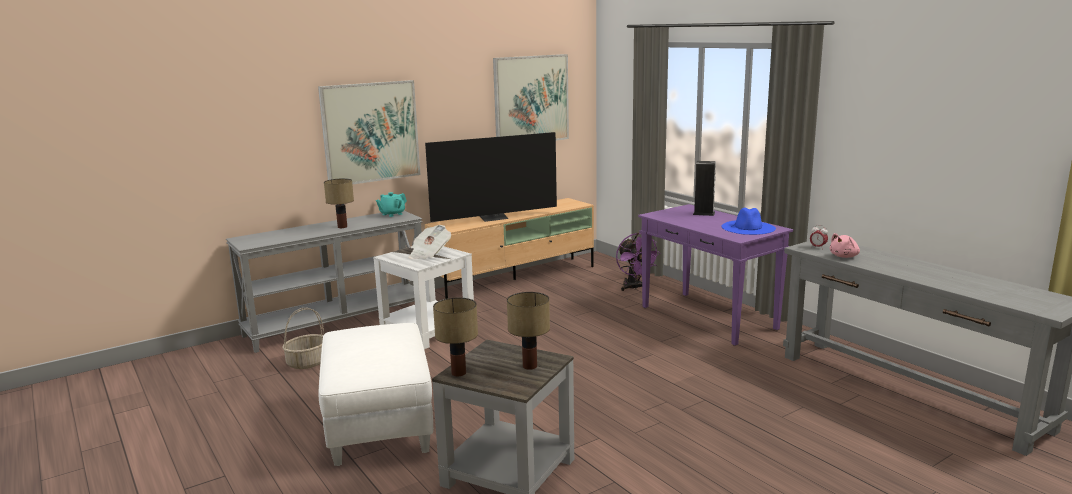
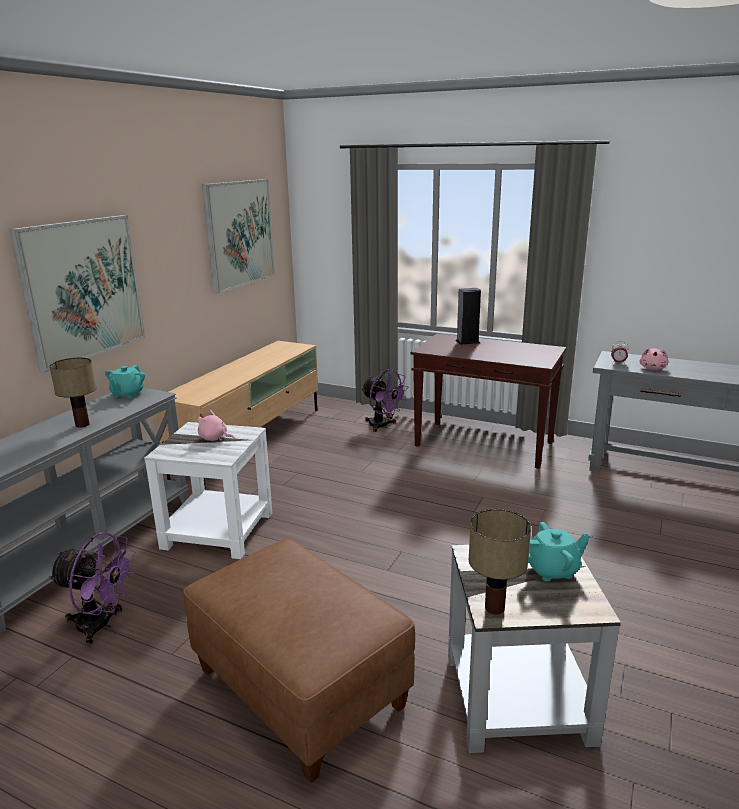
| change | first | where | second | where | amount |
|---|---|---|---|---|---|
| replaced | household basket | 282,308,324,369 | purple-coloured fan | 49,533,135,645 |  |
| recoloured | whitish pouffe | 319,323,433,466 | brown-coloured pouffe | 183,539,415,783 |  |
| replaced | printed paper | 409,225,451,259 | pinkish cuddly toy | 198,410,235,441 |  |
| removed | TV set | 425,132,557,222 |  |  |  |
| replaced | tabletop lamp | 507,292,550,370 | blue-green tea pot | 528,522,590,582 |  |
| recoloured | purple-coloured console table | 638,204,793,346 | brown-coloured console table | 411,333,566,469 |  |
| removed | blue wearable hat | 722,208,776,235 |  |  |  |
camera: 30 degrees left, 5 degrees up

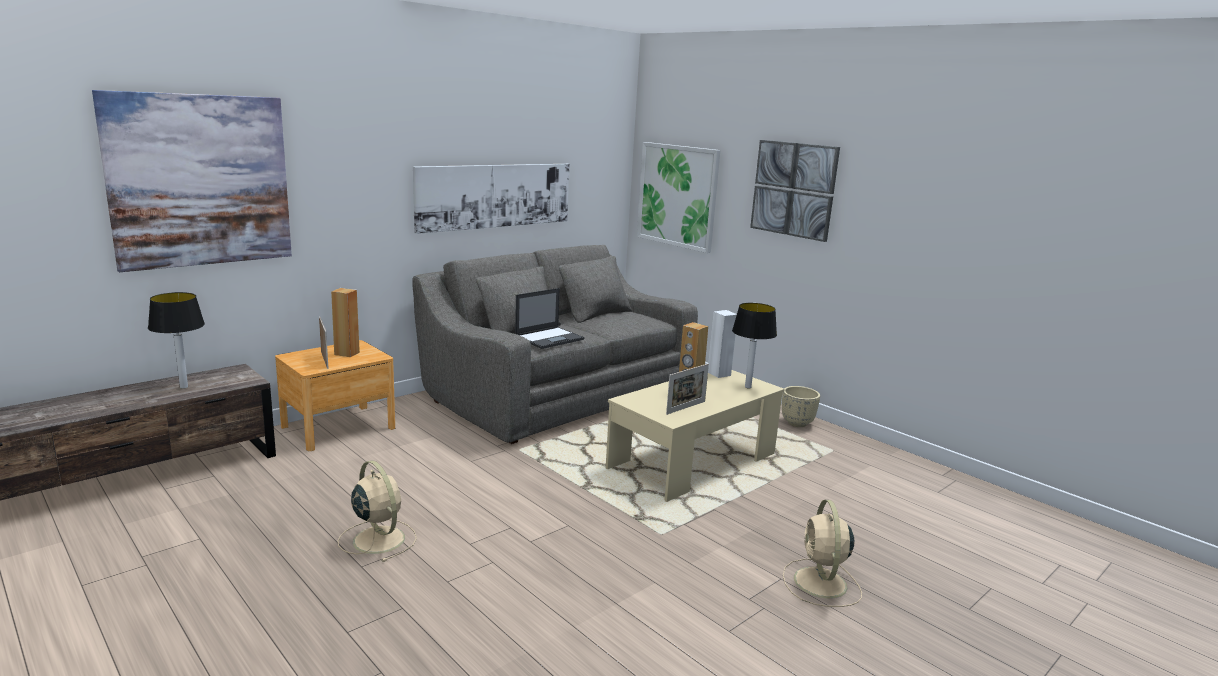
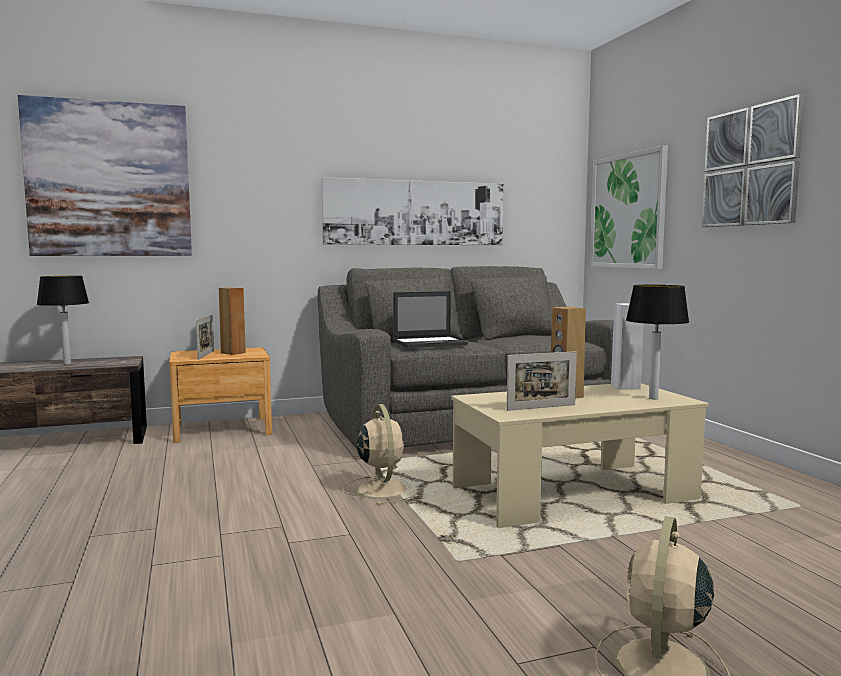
| change | first | where | second | where | amount |
|---|---|---|---|---|---|
| moved | sand-coloured fan | 338,460,417,562 |  | 342,404,418,505 |  |
| removed | sand-coloured plant pot | 782,386,820,427 |  |  |  |
camera: 25 degrees right, 10 degrees down

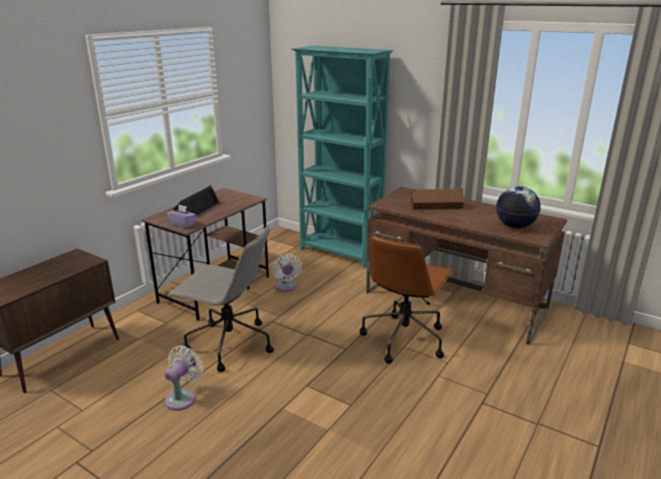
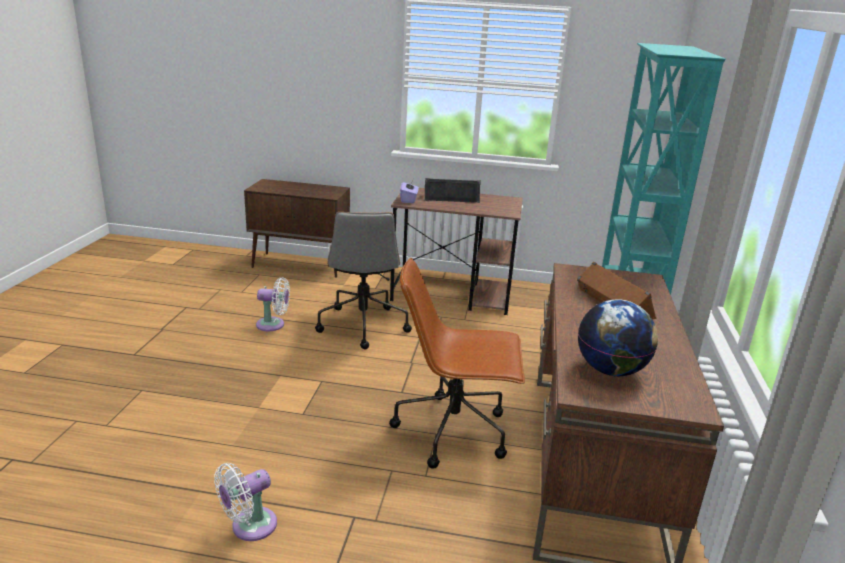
| change | first | where | second | where | amount |
|---|---|---|---|---|---|
| moved | whitish fan | 272,254,302,292 |  | 214,463,277,541 |  |
camera: 65 degrees right, 0 degrees up

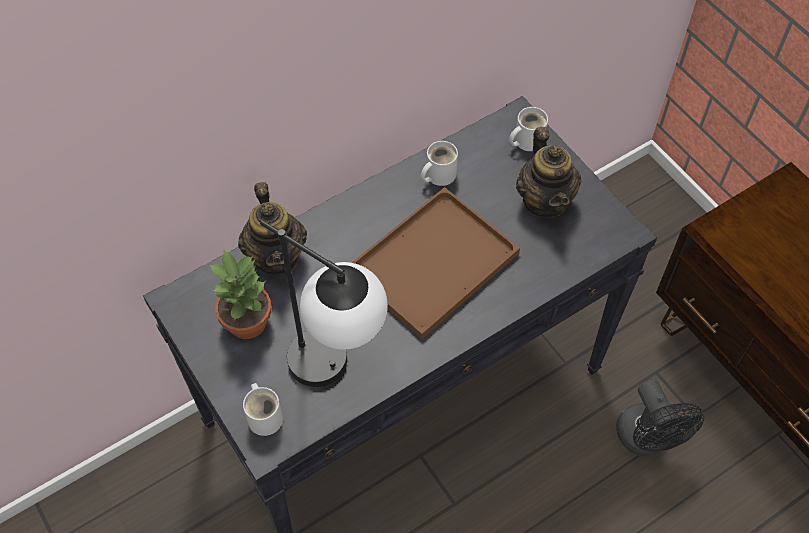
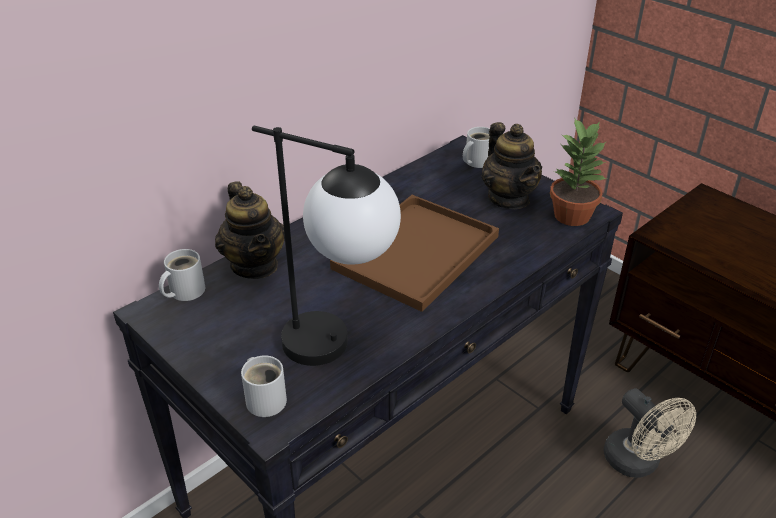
| change | first | where | second | where | amount |
|---|---|---|---|---|---|
| moved | houseplant | 209,250,271,339 |  | 550,117,607,226 |  |
| moved | whitish coffee mug | 421,141,458,186 |  | 159,249,205,301 |  |
| recoloured | black fan | 616,379,704,456 | sand-coloured fan | 603,388,696,477 |  |
camera: 10 degrees left, 20 degrees down

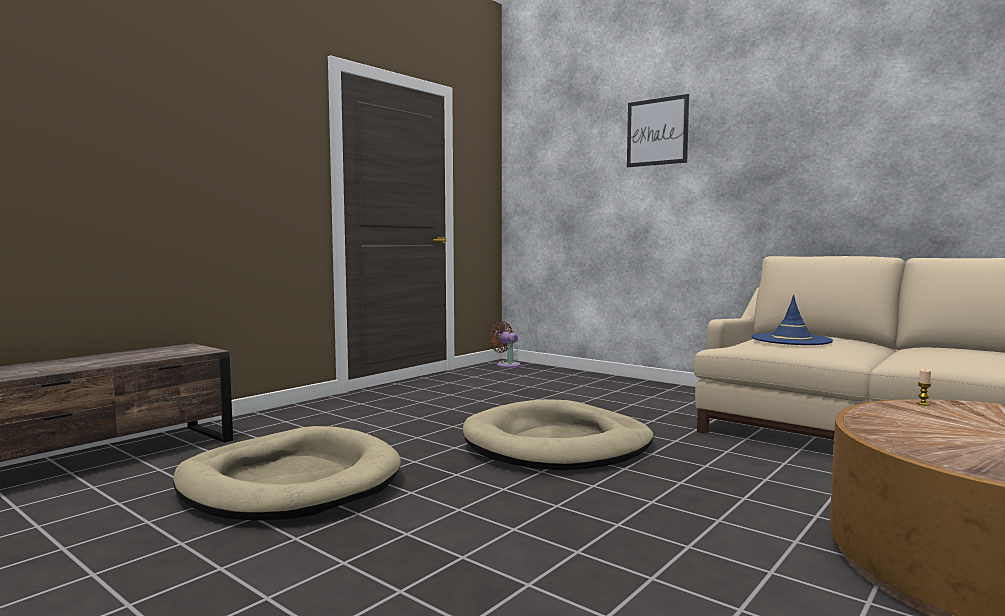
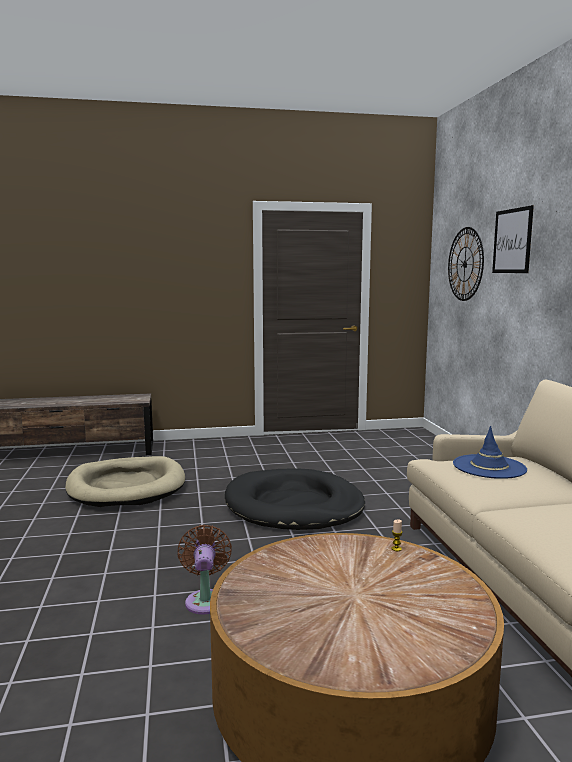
| change | first | where | second | where | amount |
|---|---|---|---|---|---|
| recoloured | sand-coloured pet bed | 463,399,654,470 | black pet bed | 225,468,365,530 |  |
| moved | brown-coloured fan | 489,321,521,368 |  | 178,525,232,615 |  |
| added |  |  | clock on the wall | 448,227,484,301 |  |
camera: 40 degrees right, 5 degrees up

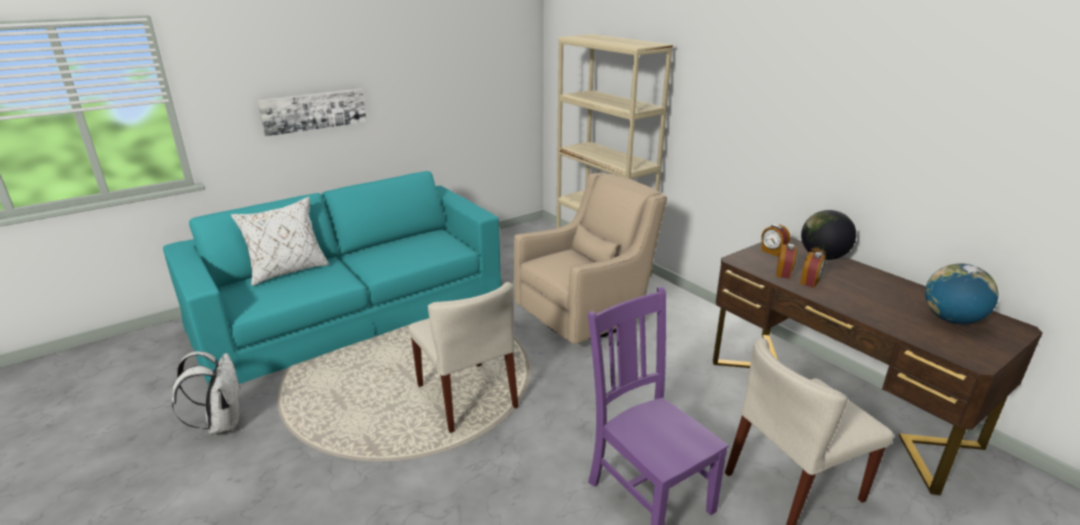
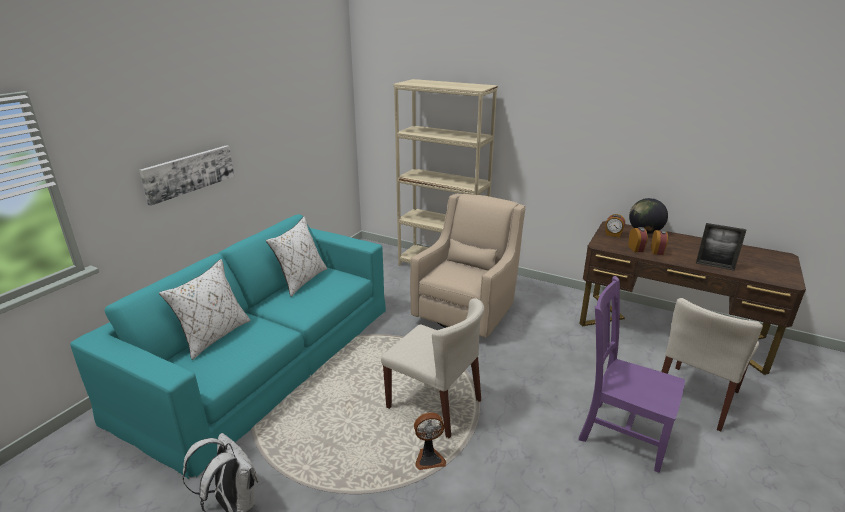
| change | first | where | second | where | amount |
|---|---|---|---|---|---|
| removed | globe | 925,264,999,324 |  |  |  |
| added |  |  | whitish cushion | 266,216,327,297 |  |
| added |  |  | fan | 414,412,446,470 |  |
| added |  |  | standing frame | 696,223,746,271 |  |
camera: 25 degrees left, 0 degrees up

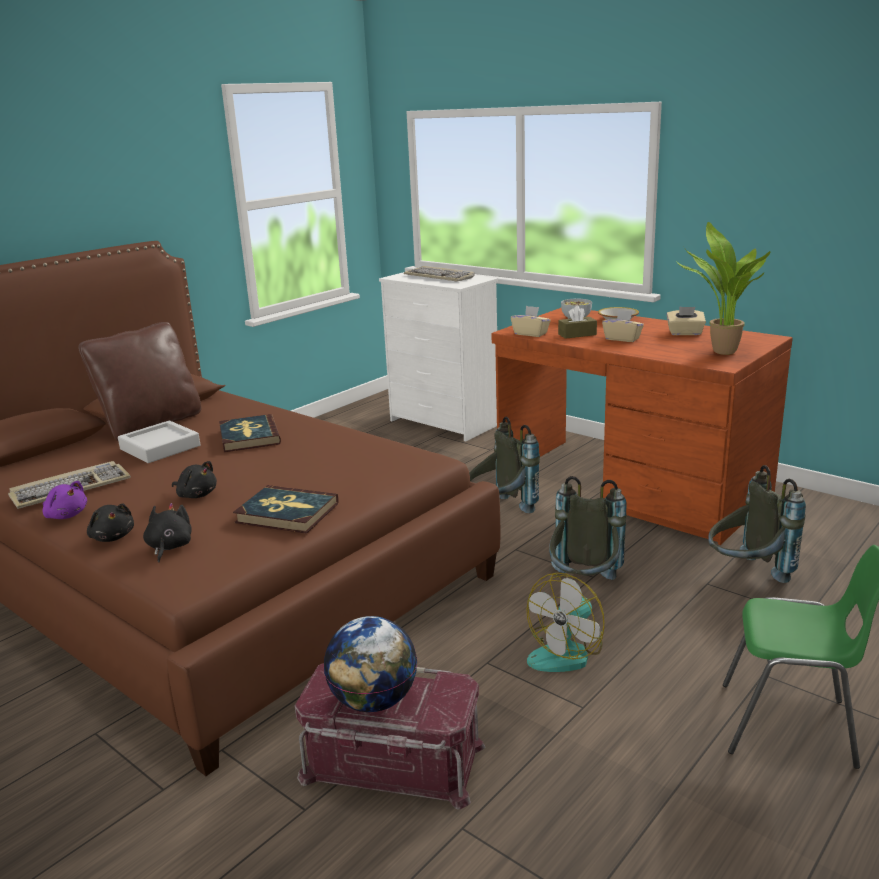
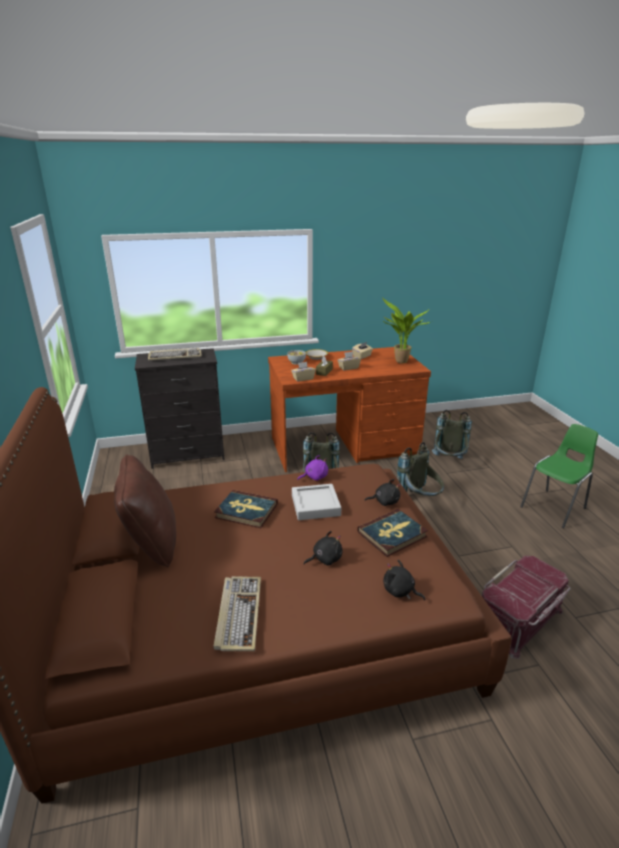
| change | first | where | second | where | amount |
|---|---|---|---|---|---|
| moved | purple-coloured cuddly toy | 42,481,87,519 |  | 297,455,328,481 |  |
| moved | black cuddly toy | 87,504,134,542 |  | 365,479,400,506 |  |
| moved | grey tray | 118,421,200,463 |  | 292,484,341,520 |  |
| removed | globe | 324,616,417,712 |  |  |  |
| recoloured | whitish dresser | 379,272,498,442 | black dresser | 135,348,224,469 |  |
| removed | fan | 526,573,605,672 |  |  |  |
camera: 55 degrees left, 5 degrees up

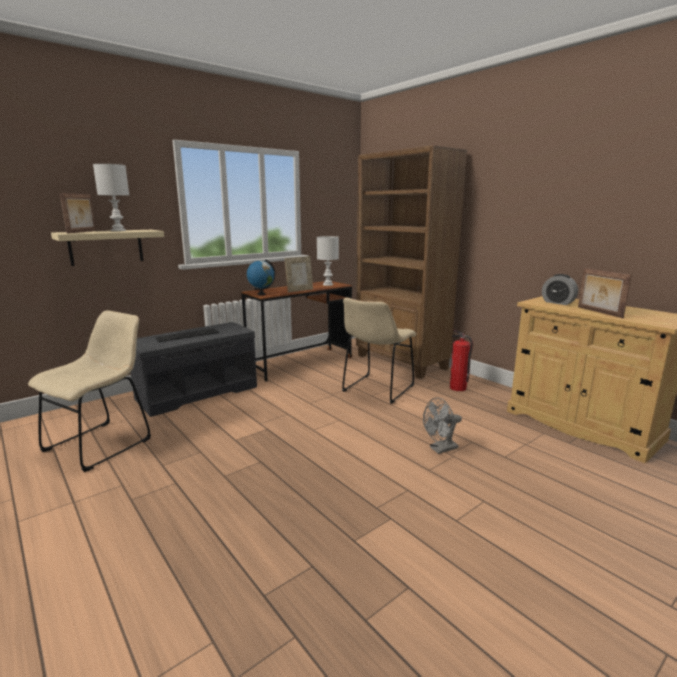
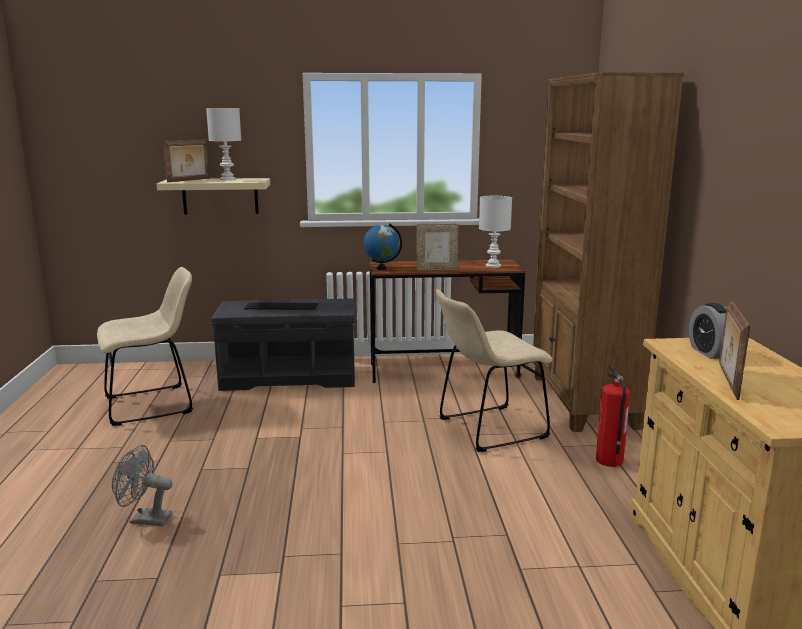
| change | first | where | second | where | amount |
|---|---|---|---|---|---|
| moved | grey fan | 423,397,462,454 |  | 112,445,173,526 |  |
camera: 35 degrees right, 0 degrees up

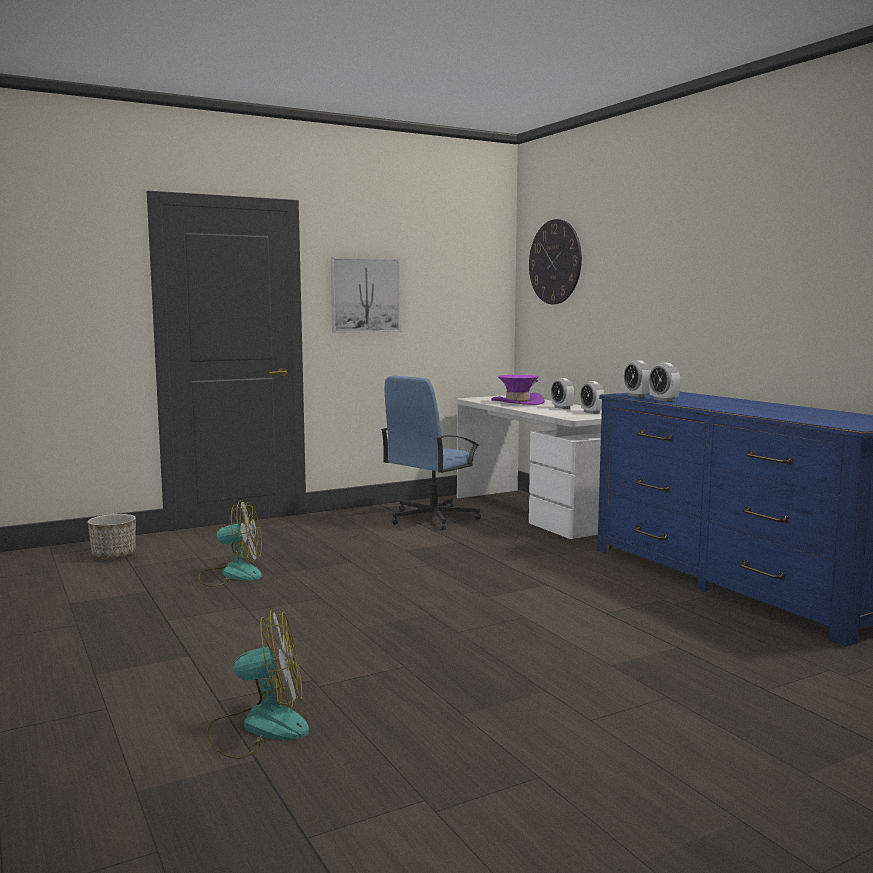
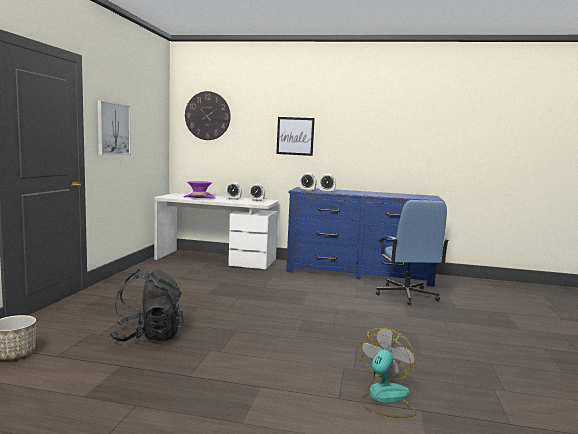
| change | first | where | second | where | amount |
|---|---|---|---|---|---|
| replaced | fan | 198,500,262,587 | black backpack | 110,269,184,342 |  |
| moved | blue desk chair | 381,376,481,530 |  | 376,200,449,305 |  |
| added |  |  | wall picture | 276,117,315,156 |  |
camera: 50 degrees left, 0 degrees up

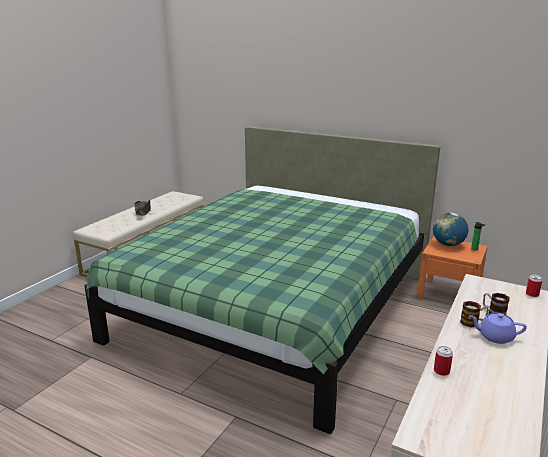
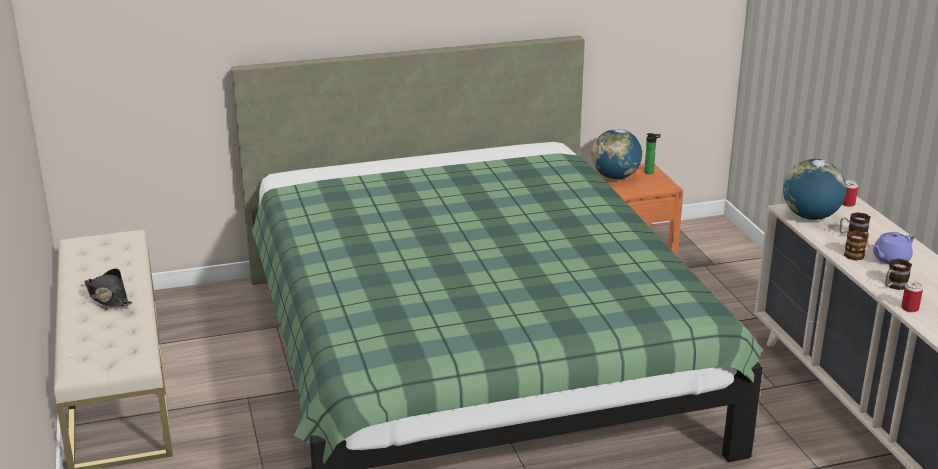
| change | first | where | second | where | amount |
|---|---|---|---|---|---|
| added |  |  | globe | 783,159,846,220 |  |
| added |  |  | coffee mug | 885,259,912,290 |  |
camera: 45 degrees left, 5 degrees up

